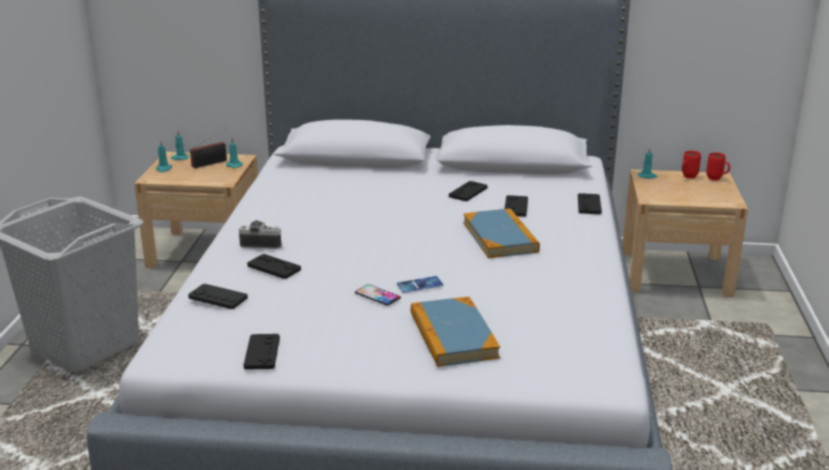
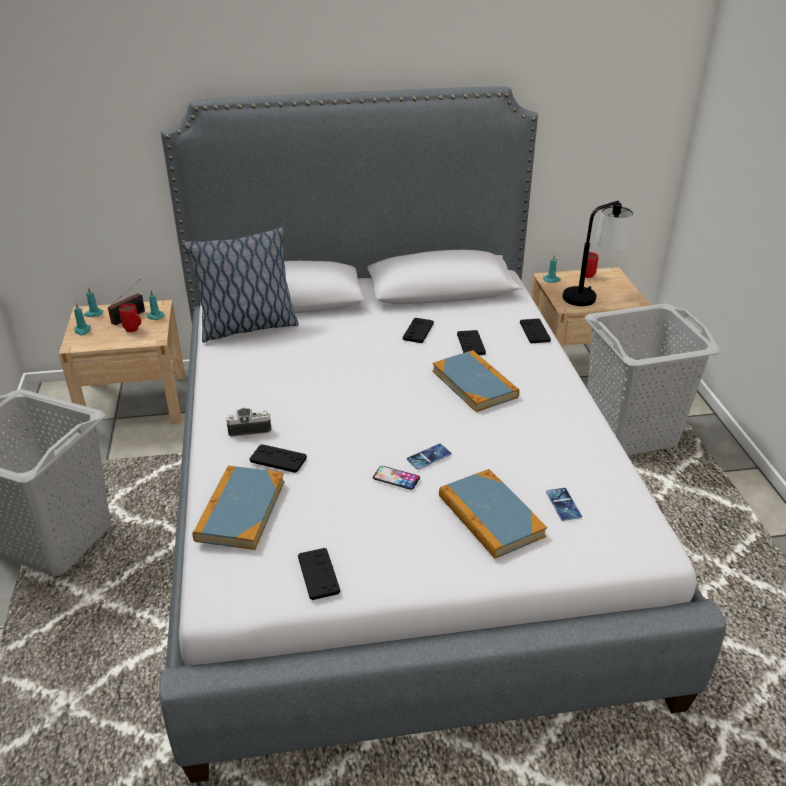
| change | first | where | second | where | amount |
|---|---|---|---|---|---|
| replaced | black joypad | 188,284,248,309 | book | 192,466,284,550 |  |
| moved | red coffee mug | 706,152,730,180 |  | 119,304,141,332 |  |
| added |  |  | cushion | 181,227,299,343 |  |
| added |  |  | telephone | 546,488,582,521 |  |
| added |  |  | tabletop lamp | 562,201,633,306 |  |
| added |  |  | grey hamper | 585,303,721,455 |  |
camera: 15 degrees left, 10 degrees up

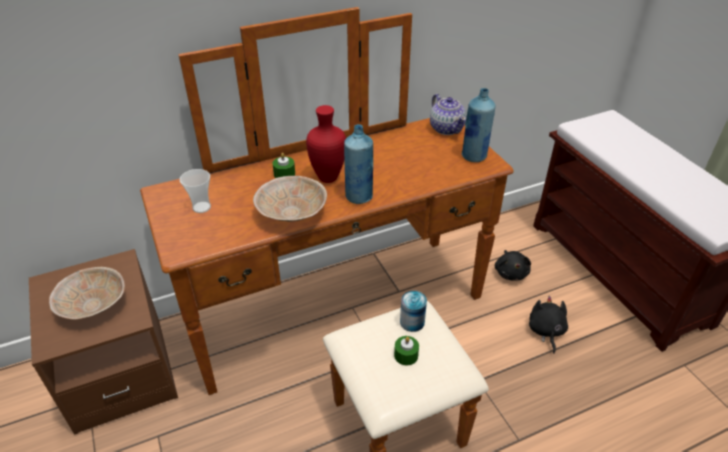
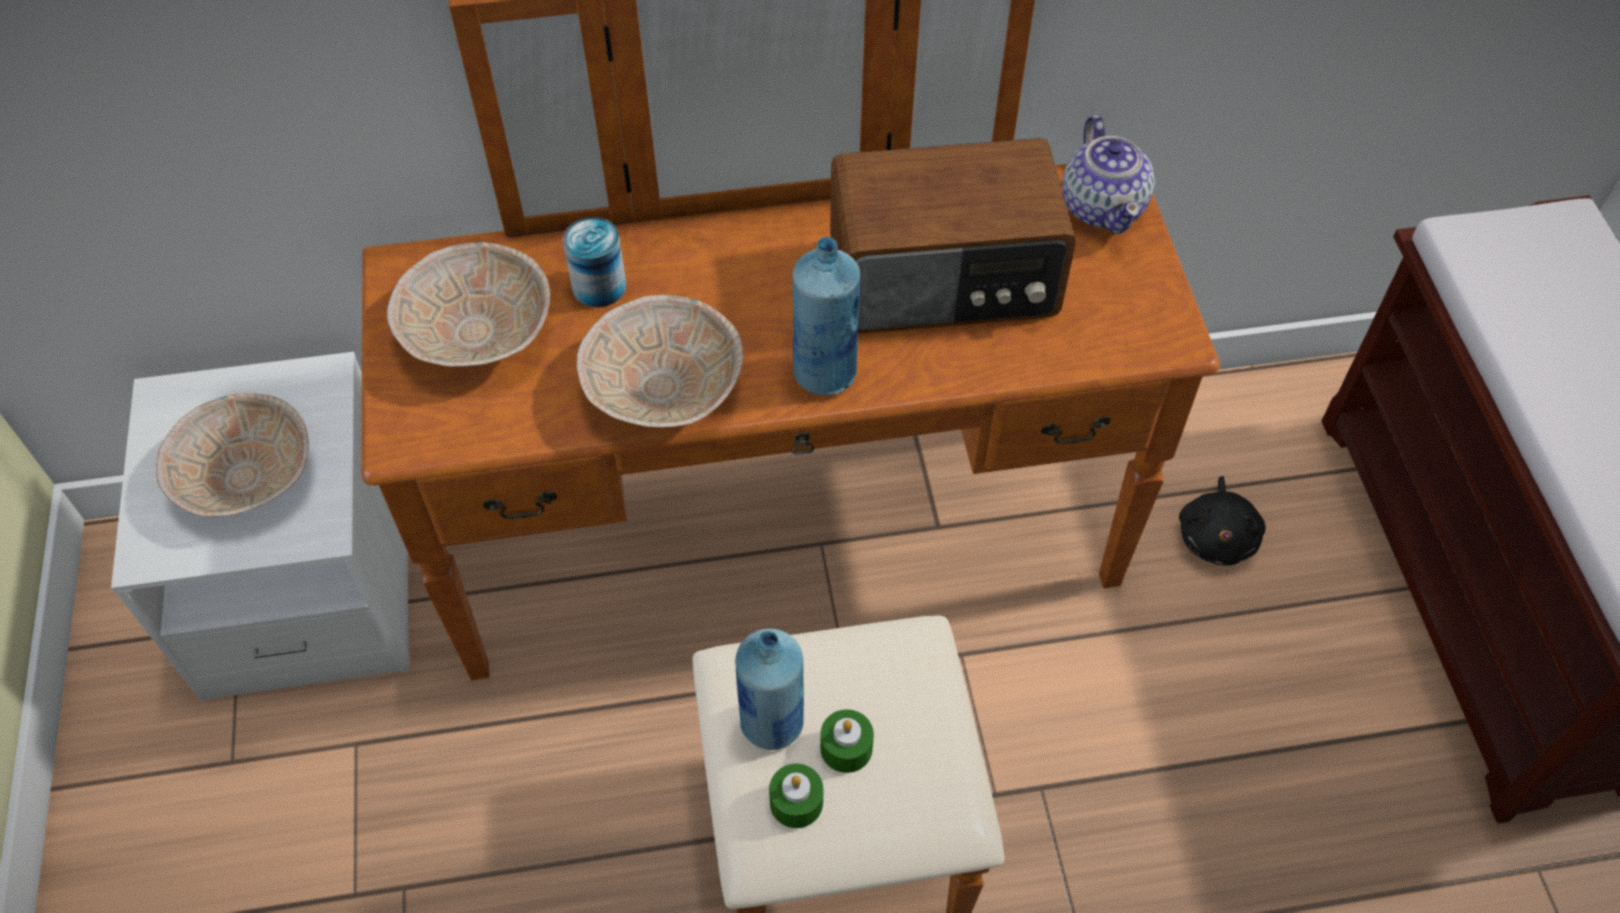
| change | first | where | second | where | amount |
|---|---|---|---|---|---|
| recoloured | brown-coloured bedside table | 29,249,178,435 | whitish bedside table | 111,352,410,701 |  |
| replaced | cup | 180,169,211,213 | sand-coloured deep dish | 387,242,550,367 |  |
| moved | greenish wax candle | 273,153,295,178 |  | 769,764,823,828 |  |
| removed | red vase | 306,105,346,183 |  |  |  |
| moved | can | 400,291,427,332 |  | 562,217,626,308 |  |
| moved | blue beverage bottle | 462,88,496,162 |  | 735,629,804,750 |  |
| removed | black cuddly toy | 529,296,568,354 |  |  |  |
| added |  |  | radio receiver | 830,138,1076,334 |  |
camera: 15 degrees right, 15 degrees up

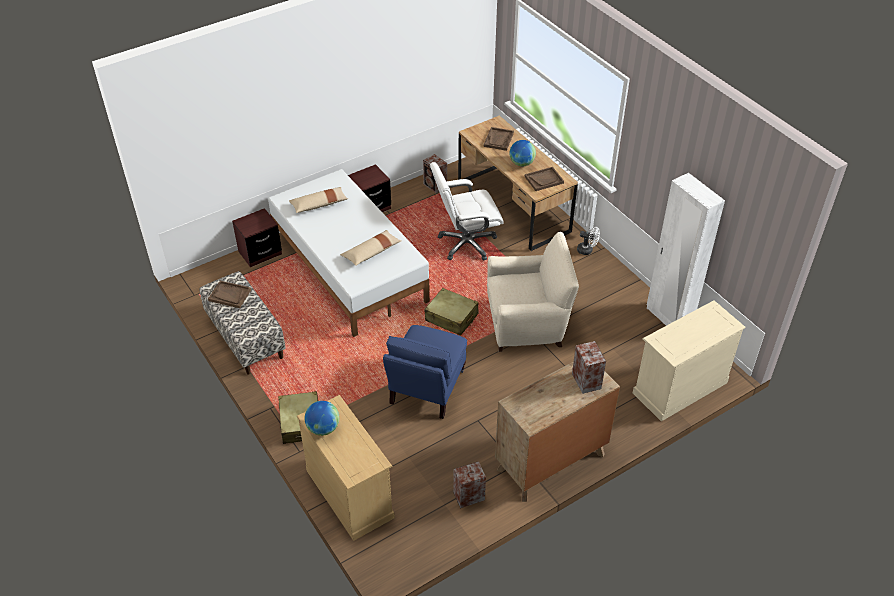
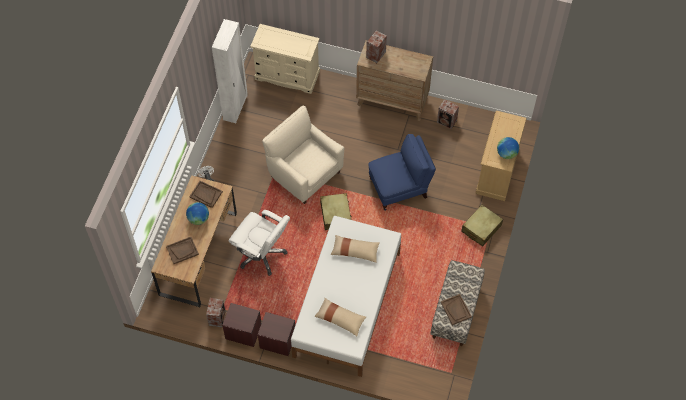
| change | first | where | second | where | amount |
|---|---|---|---|---|---|
| moved | brown-coloured bedside table | 232,208,282,267 |  | 222,303,261,347 |  |
camera: 130 degrees left, 15 degrees up

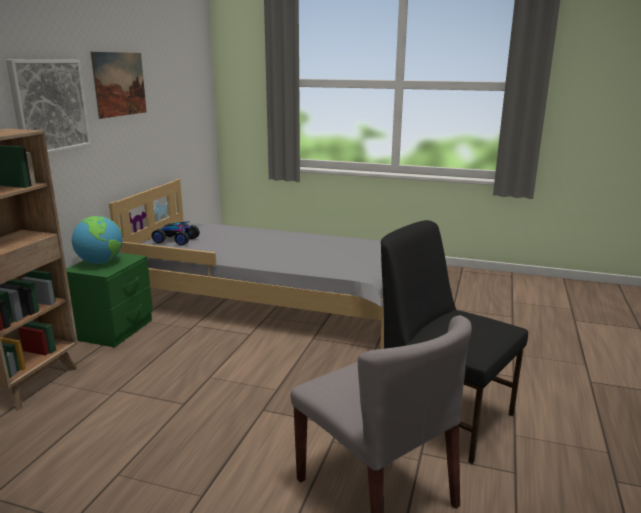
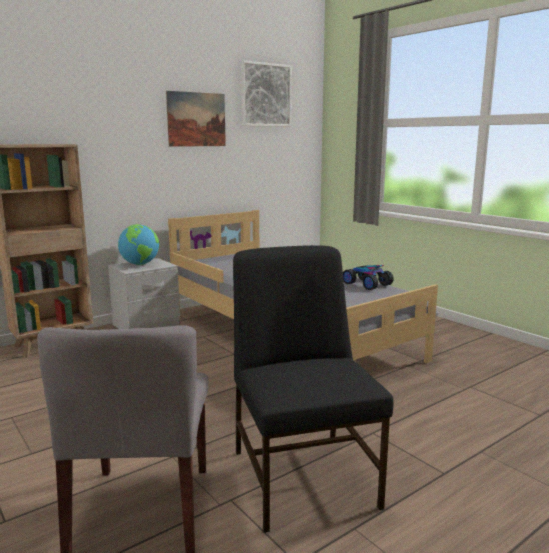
| change | first | where | second | where | amount |
|---|---|---|---|---|---|
| moved | wall picture | 6,60,91,154 |  | 240,60,292,127 |  |
| recoloured | greenish bedside table | 66,253,153,348 | grey bedside table | 108,258,180,329 |  |
| moved | toy car | 152,221,200,246 |  | 343,265,394,290 |  |
camera: 35 degrees right, 5 degrees down

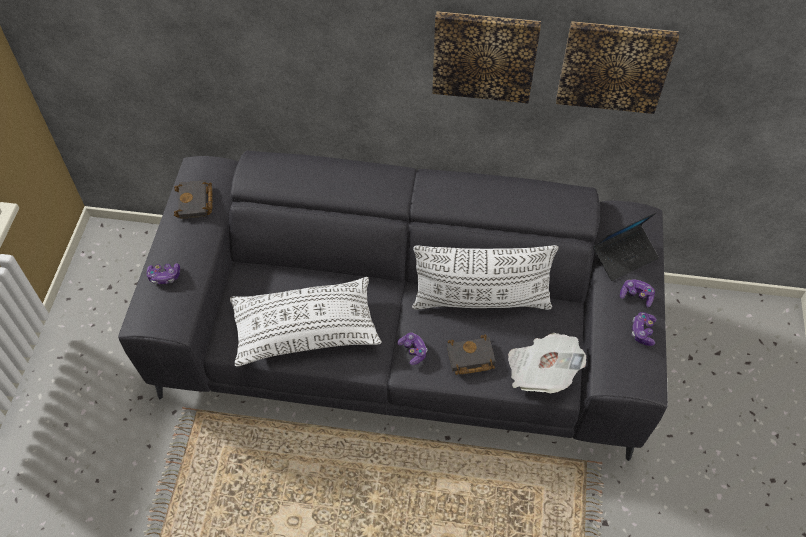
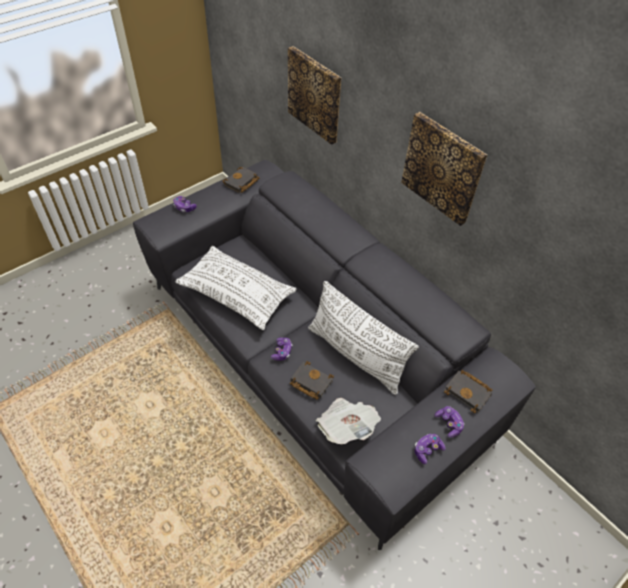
| change | first | where | second | where | amount |
|---|---|---|---|---|---|
| moved | wall picture | 556,21,679,114 |  | 288,46,341,145 |  |
| replaced | laptop | 593,213,659,281 | black book | 444,370,492,413 |  |
camera: 40 degrees right, 5 degrees down

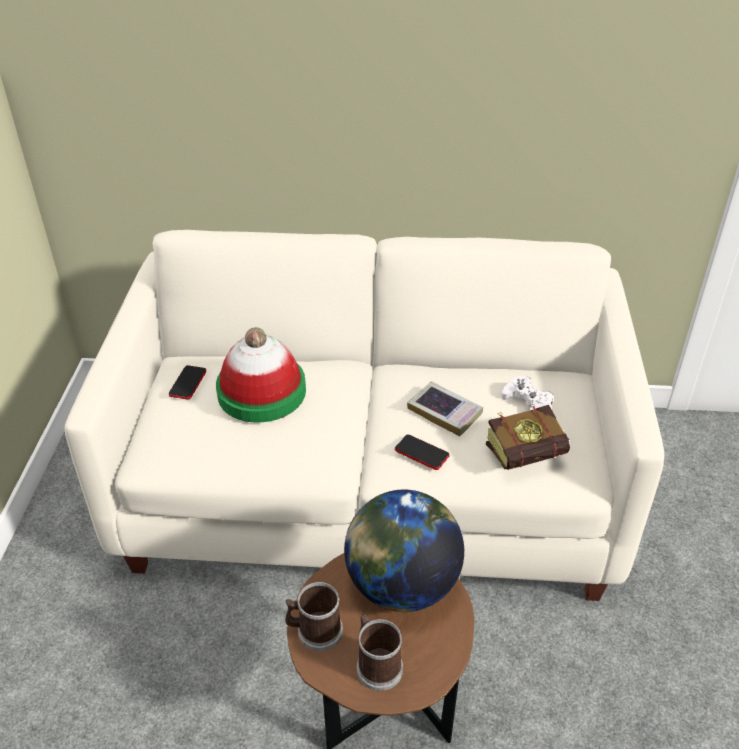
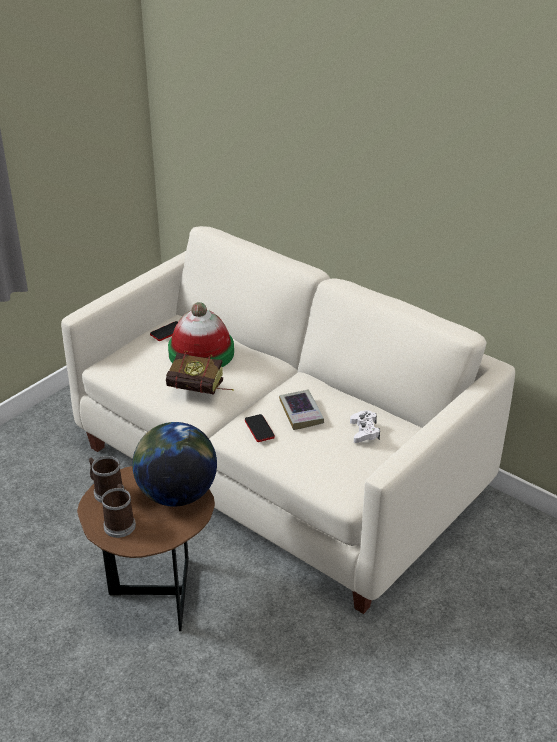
| change | first | where | second | where | amount |
|---|---|---|---|---|---|
| moved | book | 486,404,570,470 |  | 166,351,234,394 |  |
camera: 35 degrees right, 5 degrees down

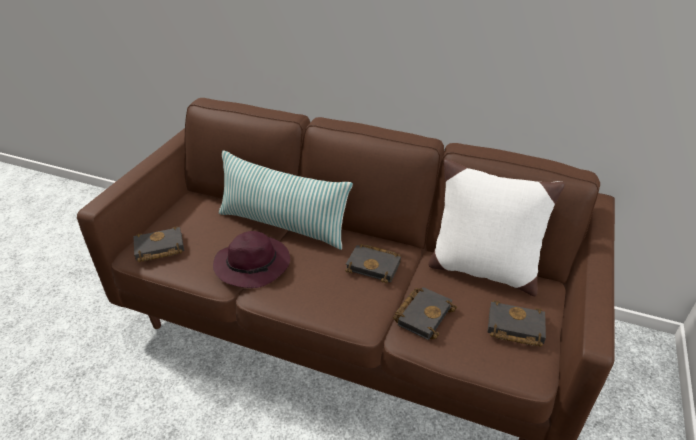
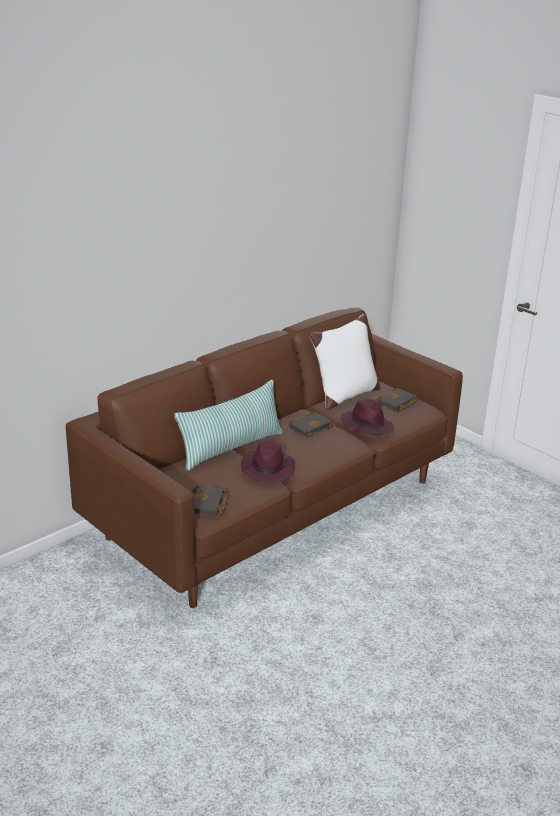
| change | first | where | second | where | amount |
|---|---|---|---|---|---|
| replaced | black book | 393,287,457,340 | purple-coloured wearable hat | 341,399,394,435 |  |
camera: 65 degrees left, 10 degrees down

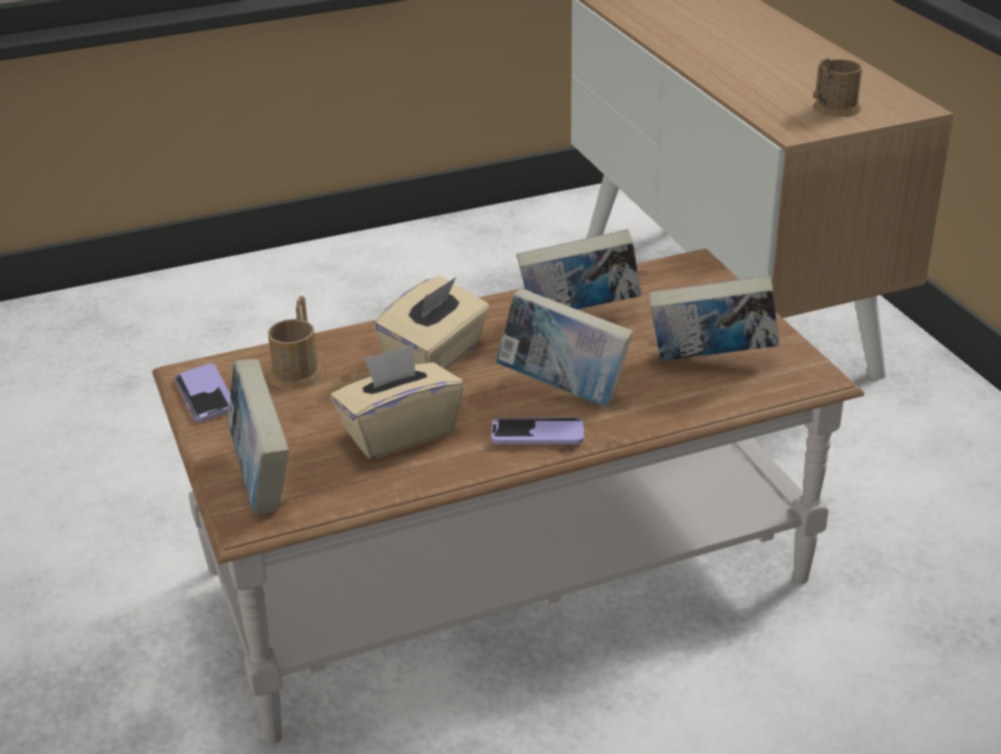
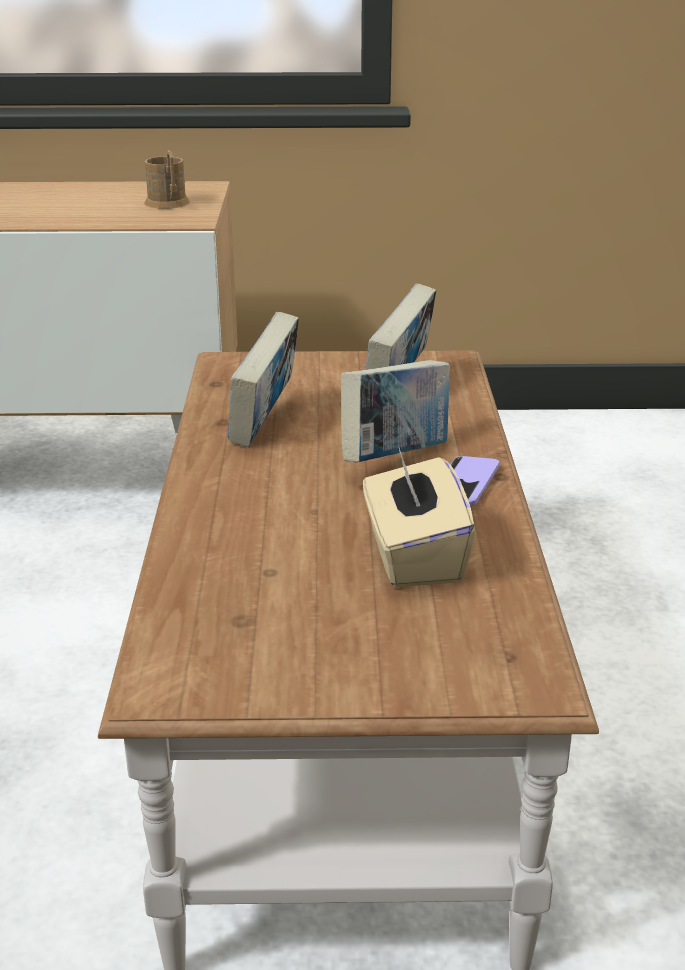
| change | first | where | second | where | amount |
|---|---|---|---|---|---|
| removed | telephone | 175,364,230,422 |  |  |  |
| removed | book | 227,359,289,515 |  |  |  |
| removed | brown-coloured coffee mug | 268,296,324,390 |  |  |  |
| removed | sand-coloured box of tissues | 374,276,490,370 |  |  |  |
camera: 70 degrees left, 5 degrees down

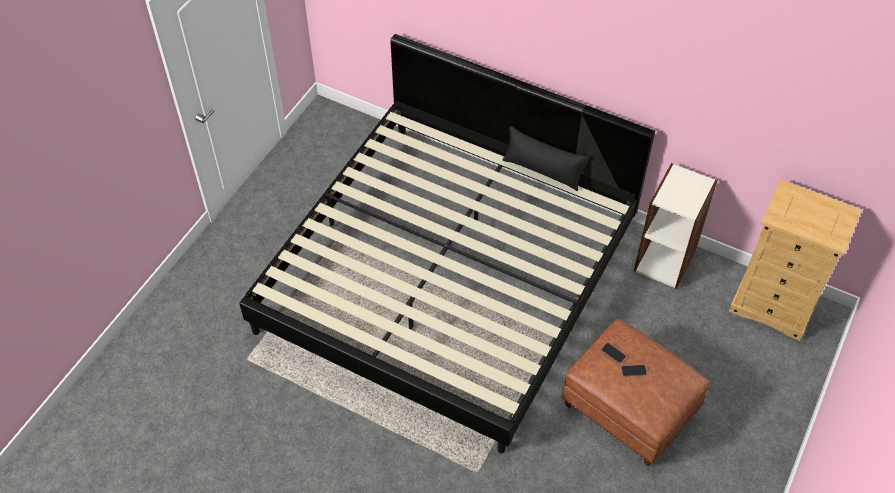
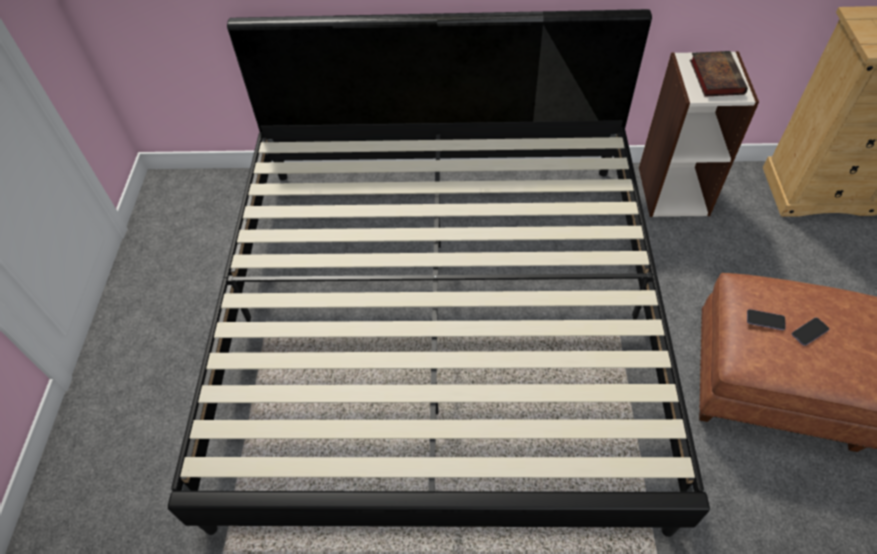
| change | first | where | second | where | amount |
|---|---|---|---|---|---|
| removed | black cushion | 503,126,588,191 |  |  |  |
| added |  |  | book | 690,51,748,97 |  |
camera: 25 degrees left, 0 degrees up

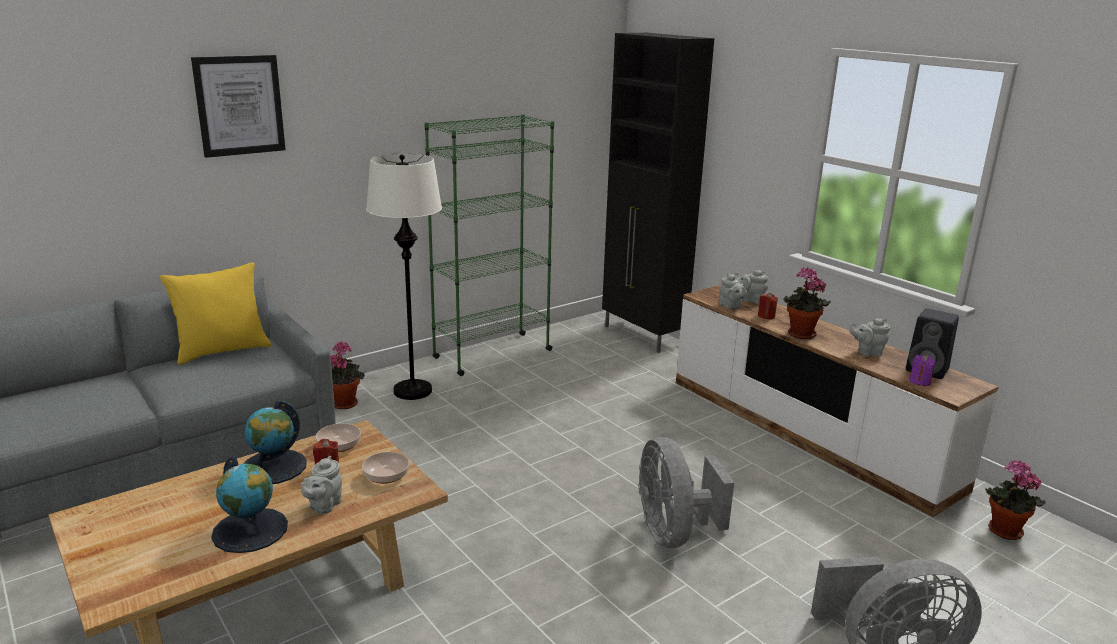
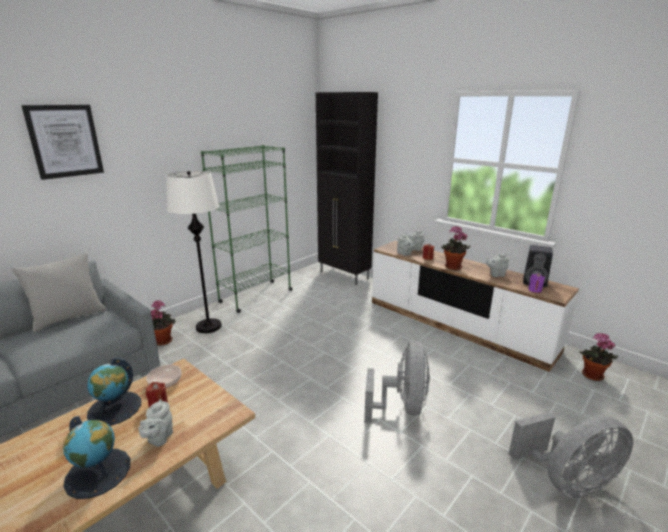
| change | first | where | second | where | amount |
|---|---|---|---|---|---|
| recoloured | yellowish cushion | 160,263,271,365 | grey cushion | 12,253,106,333 |  |
| removed | deep dish | 362,452,409,484 |  |  |  |
| turned | grey fan | 638,437,734,548 |  | 364,341,430,423 | 150 degrees counterclockwise |
camera: 10 degrees left, 0 degrees up

